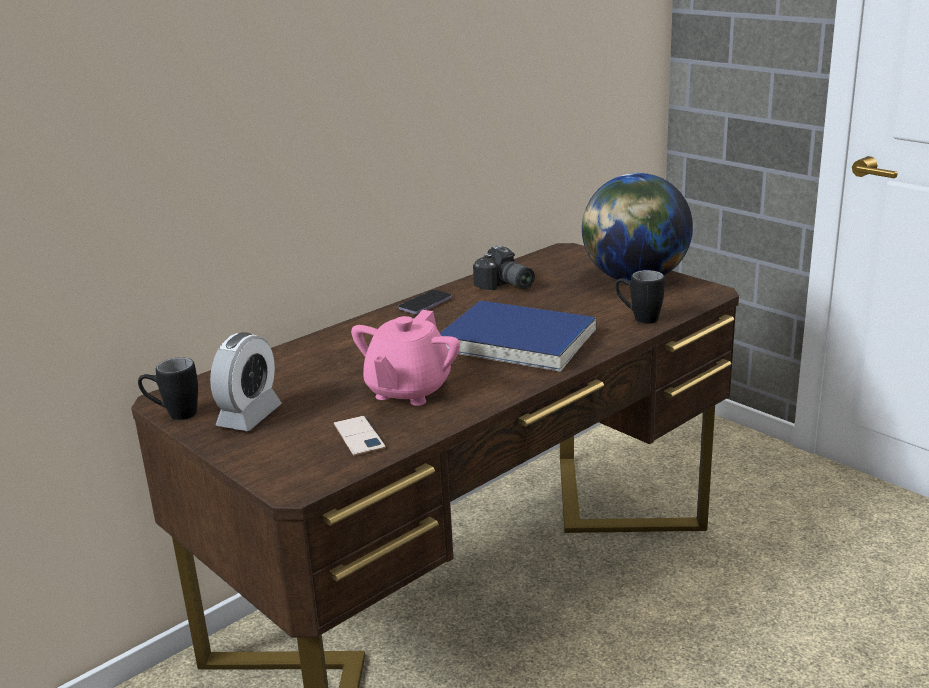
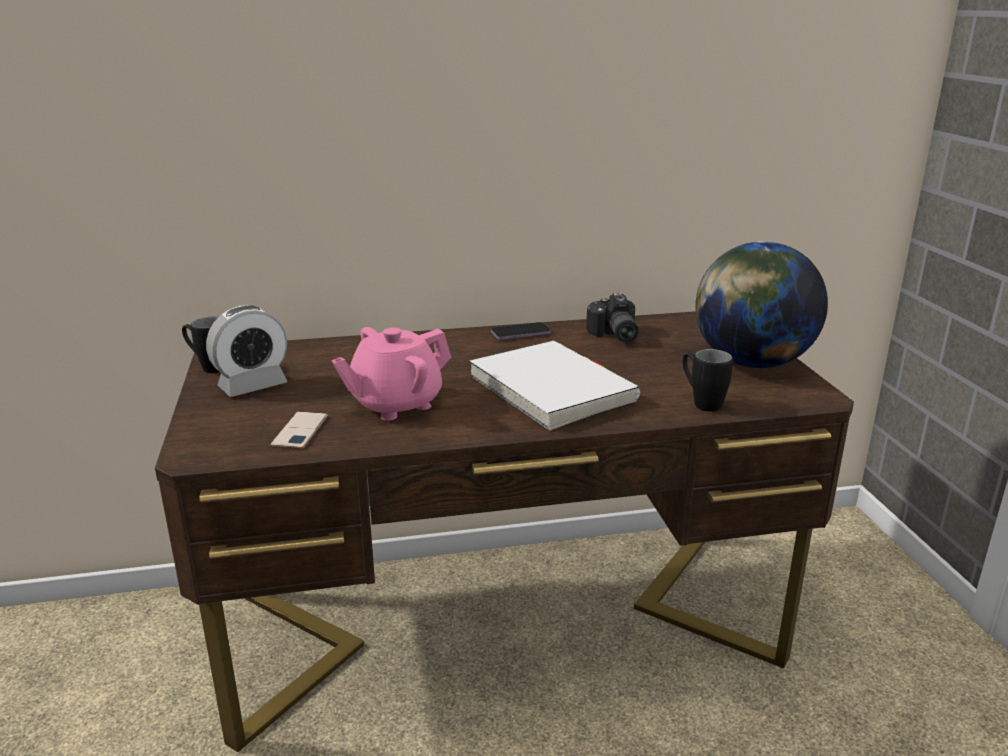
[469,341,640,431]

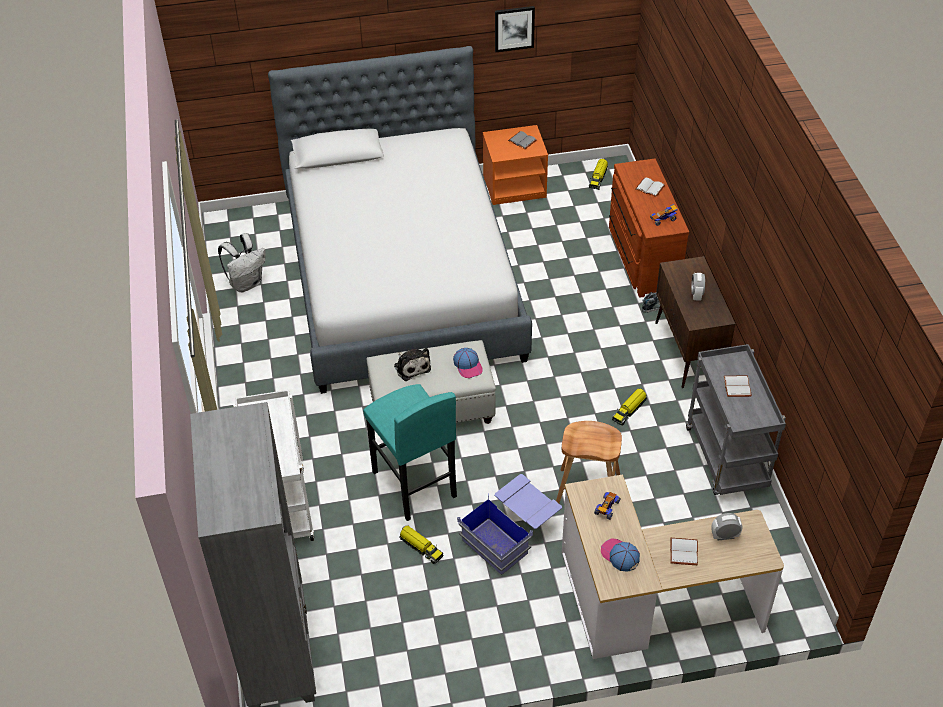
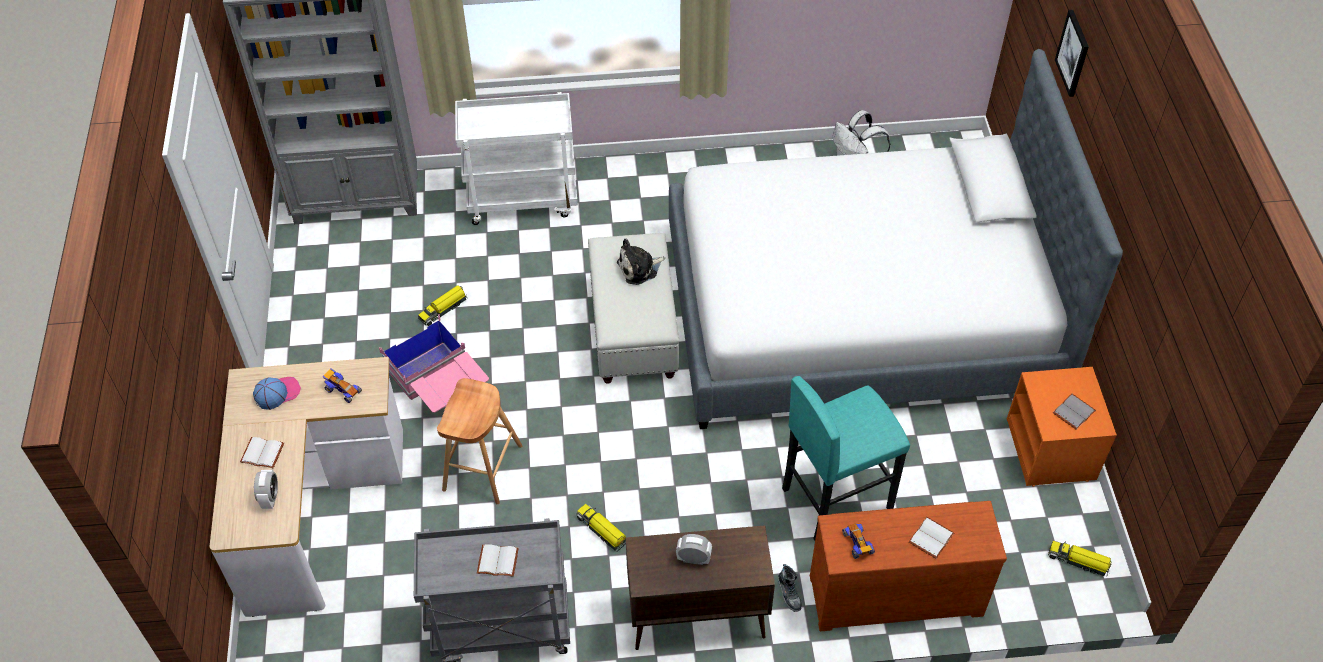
[379,314,489,413]
[782,376,910,541]
[1055,10,1089,97]
[453,348,483,378] (first image)

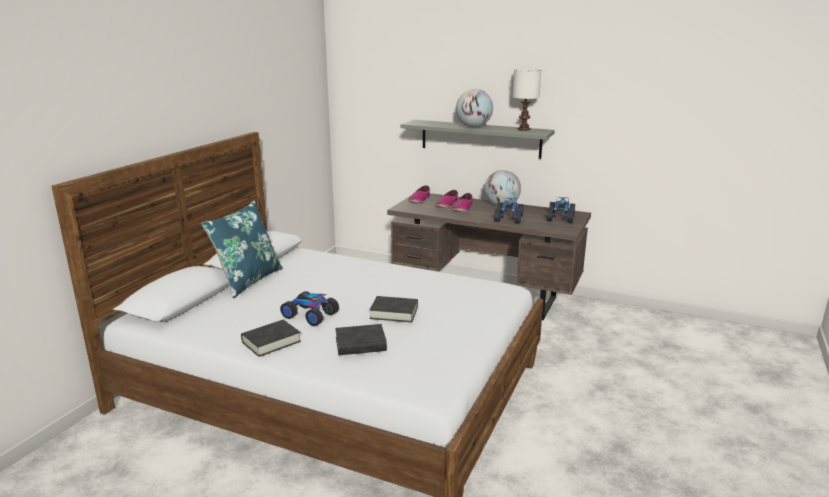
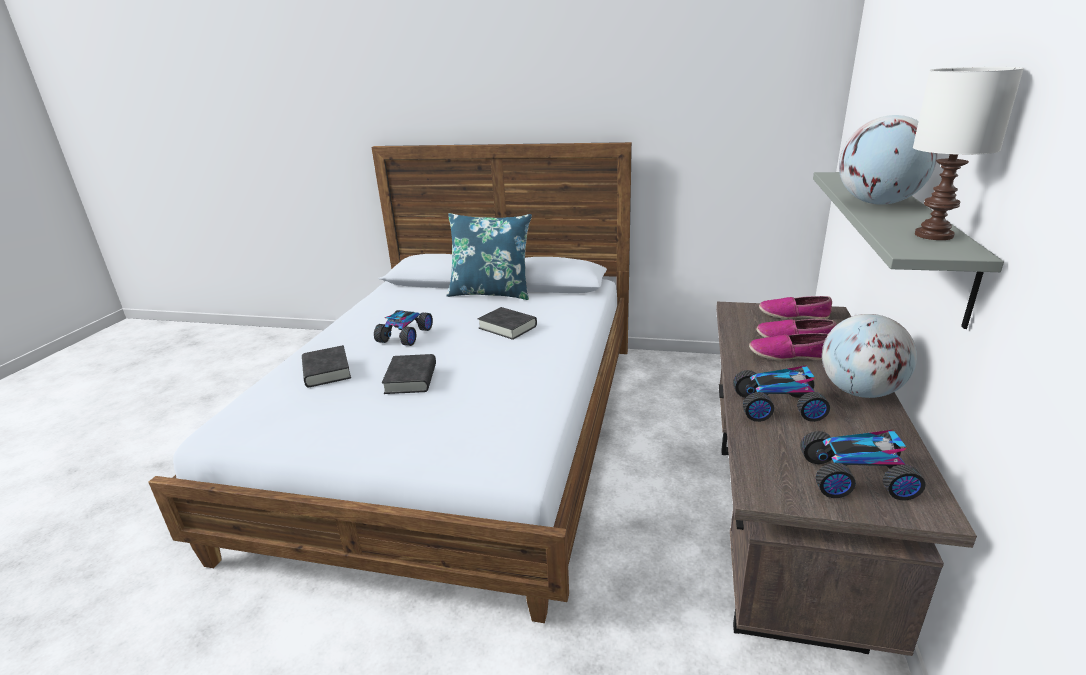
[478,307,537,340]

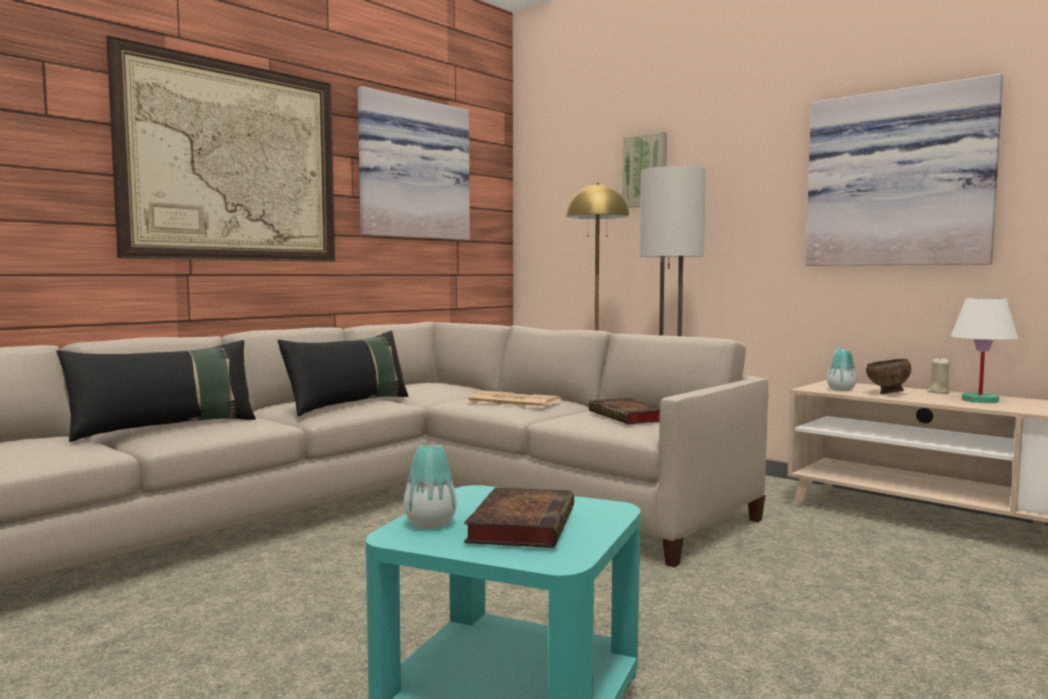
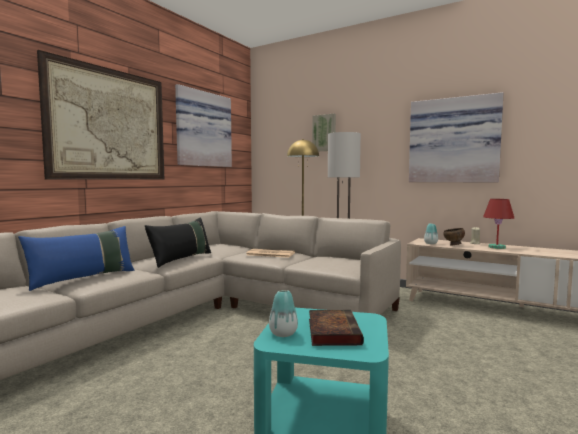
[18,226,134,291]
[483,199,514,249]
[588,398,660,424] (first image)

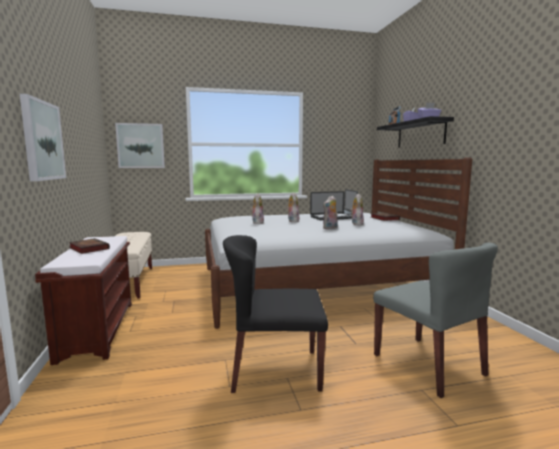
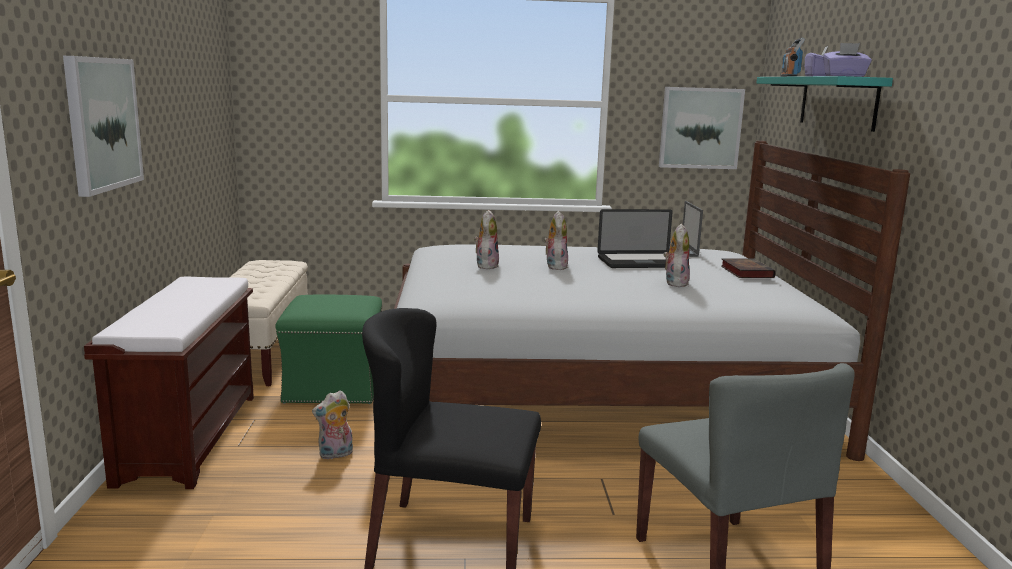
[275,295,382,404]
[312,390,353,459]
[659,87,745,169]
[756,76,893,132]
[69,238,110,254] (first image)

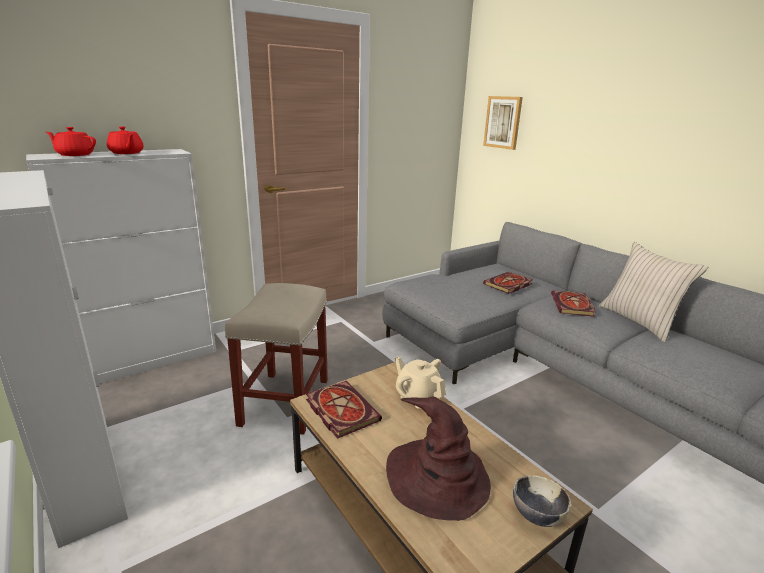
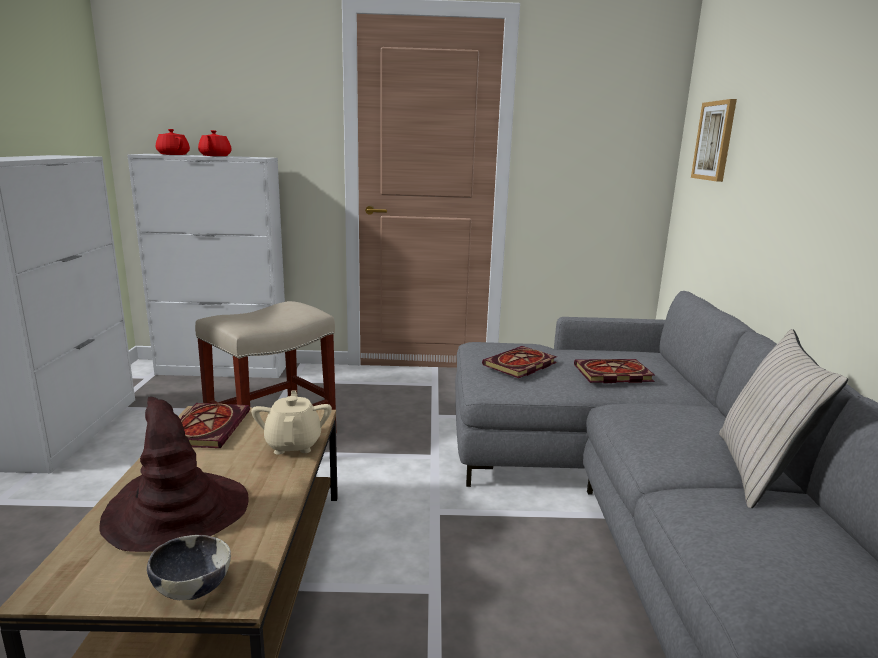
[482,346,557,378]

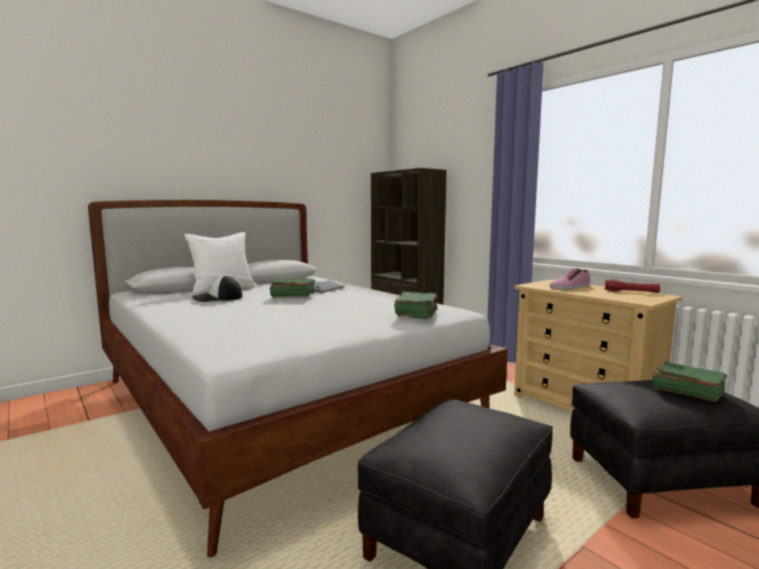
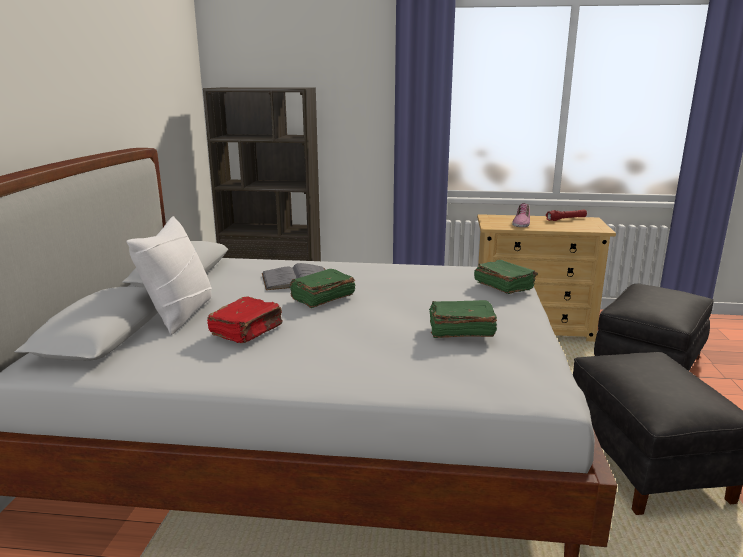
[207,297,283,343]
[429,300,497,338]

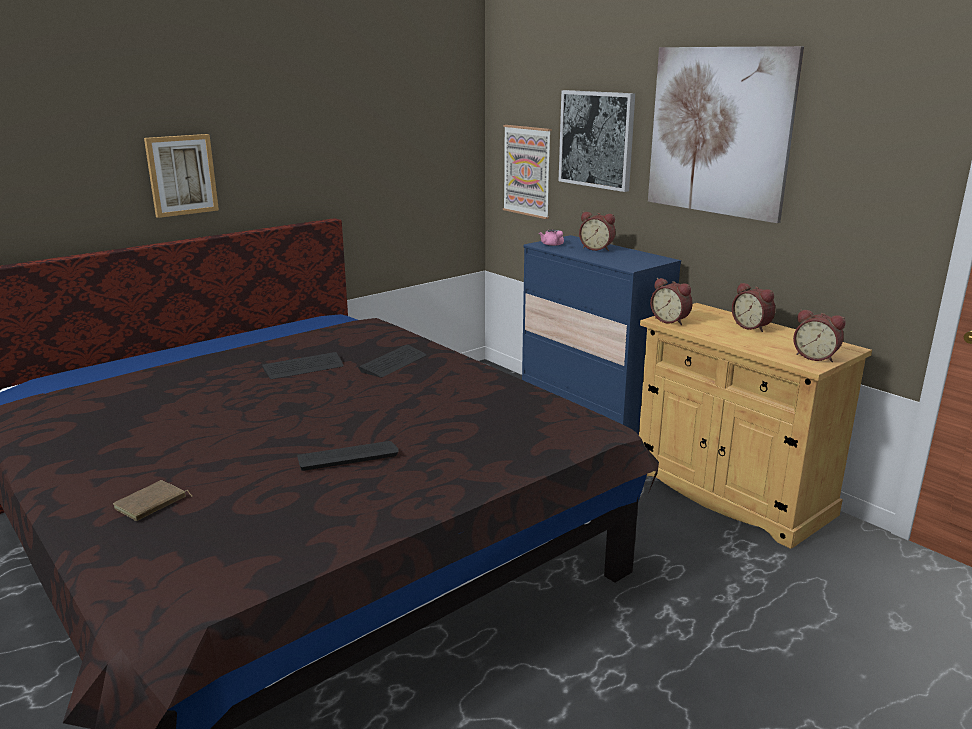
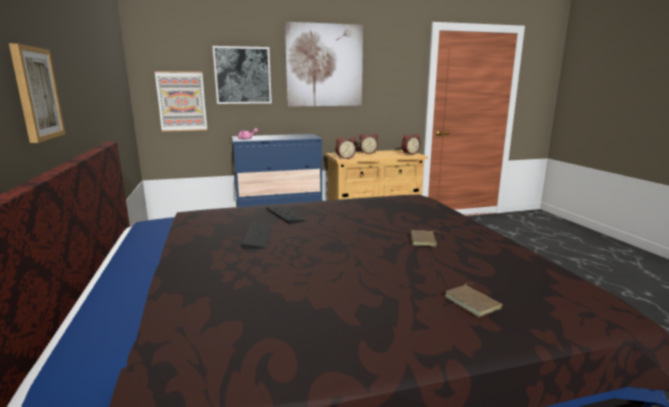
[411,230,438,247]
[579,212,616,251] (first image)

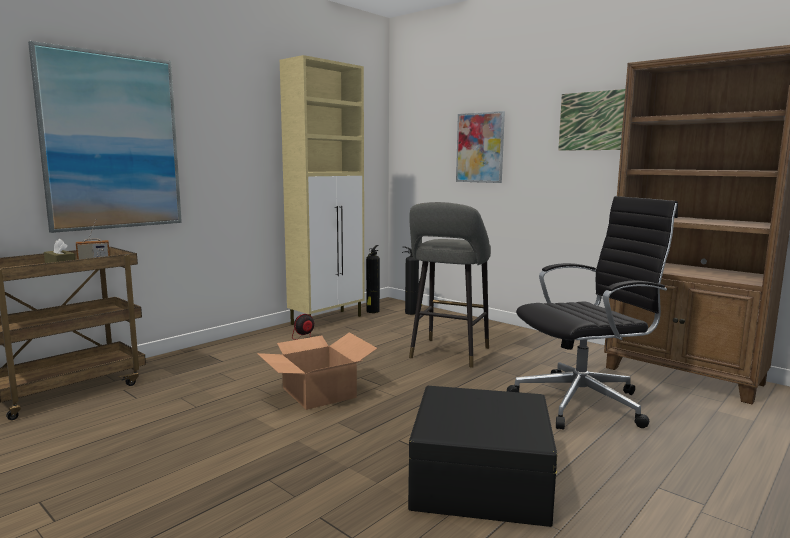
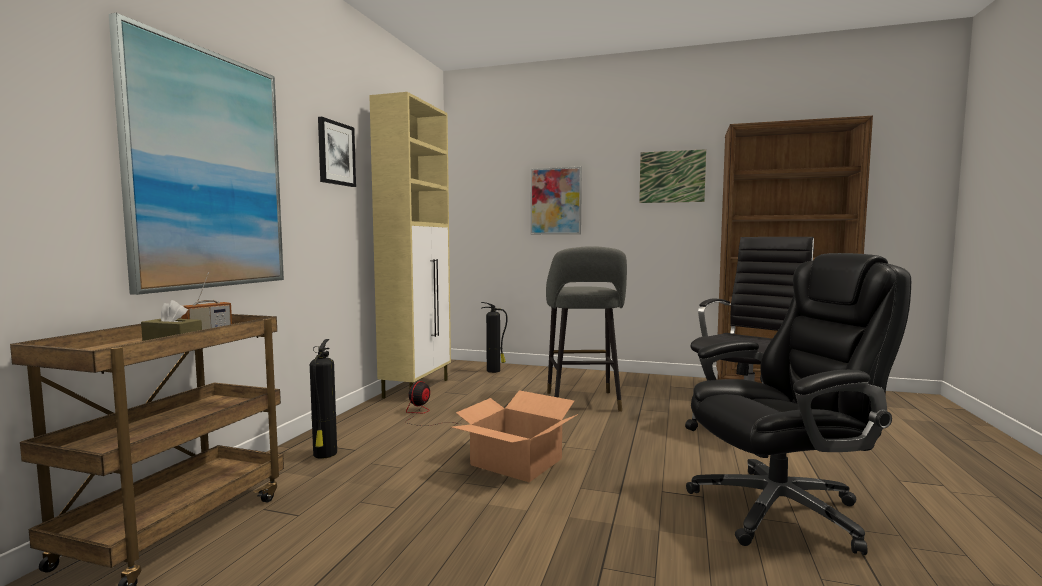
[310,339,337,459]
[318,117,356,187]
[686,253,911,555]

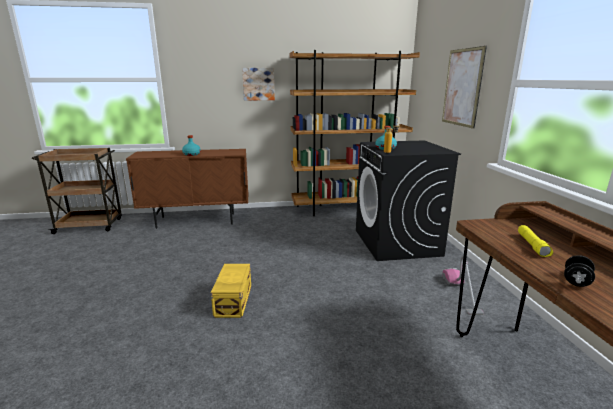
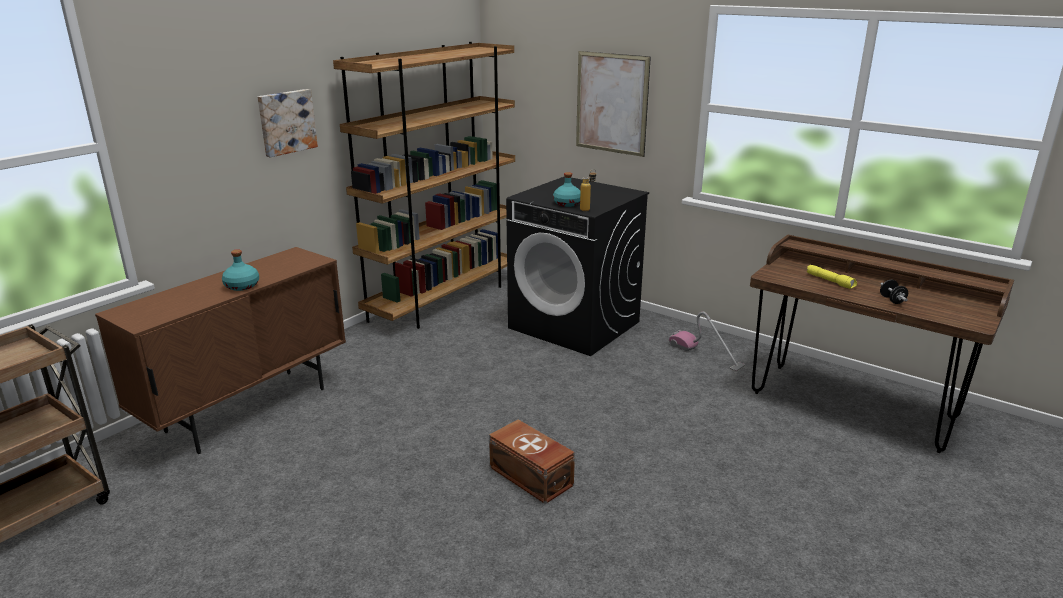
[489,420,575,504]

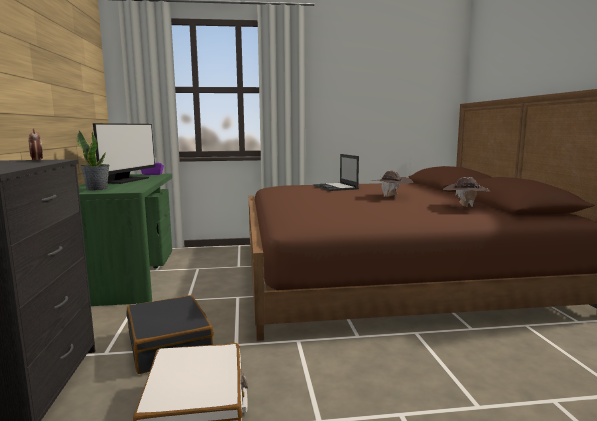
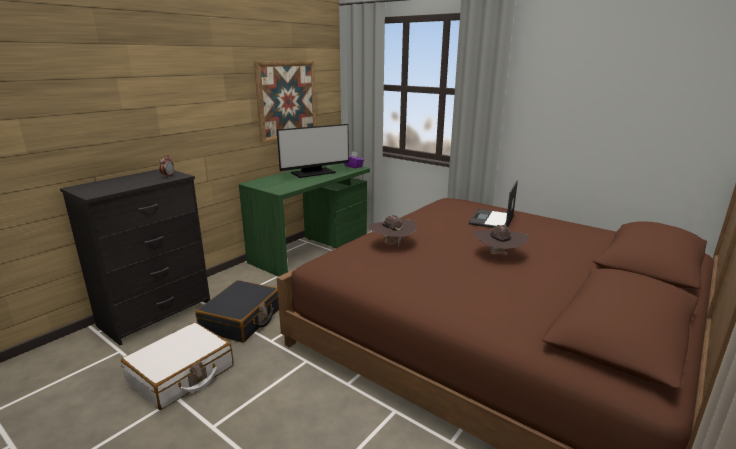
[254,61,317,143]
[368,215,417,246]
[77,130,110,191] (first image)

